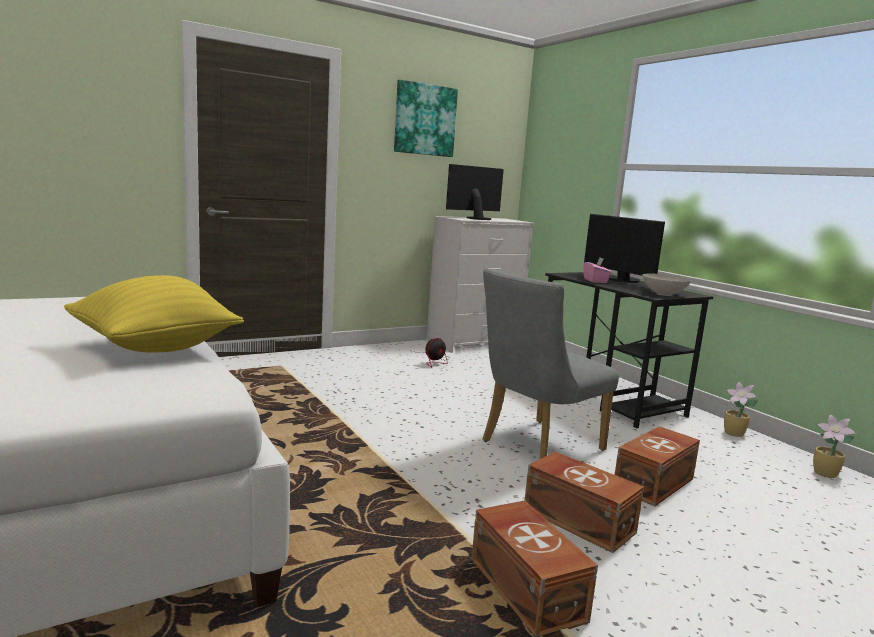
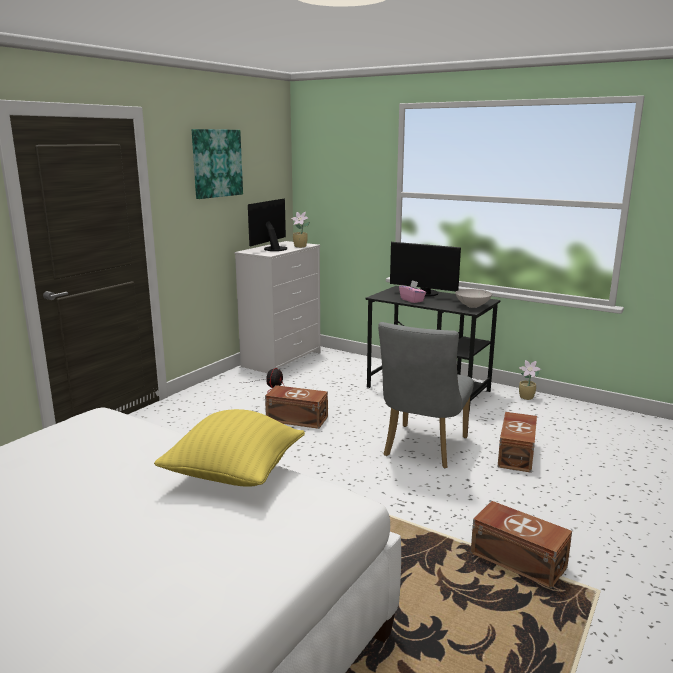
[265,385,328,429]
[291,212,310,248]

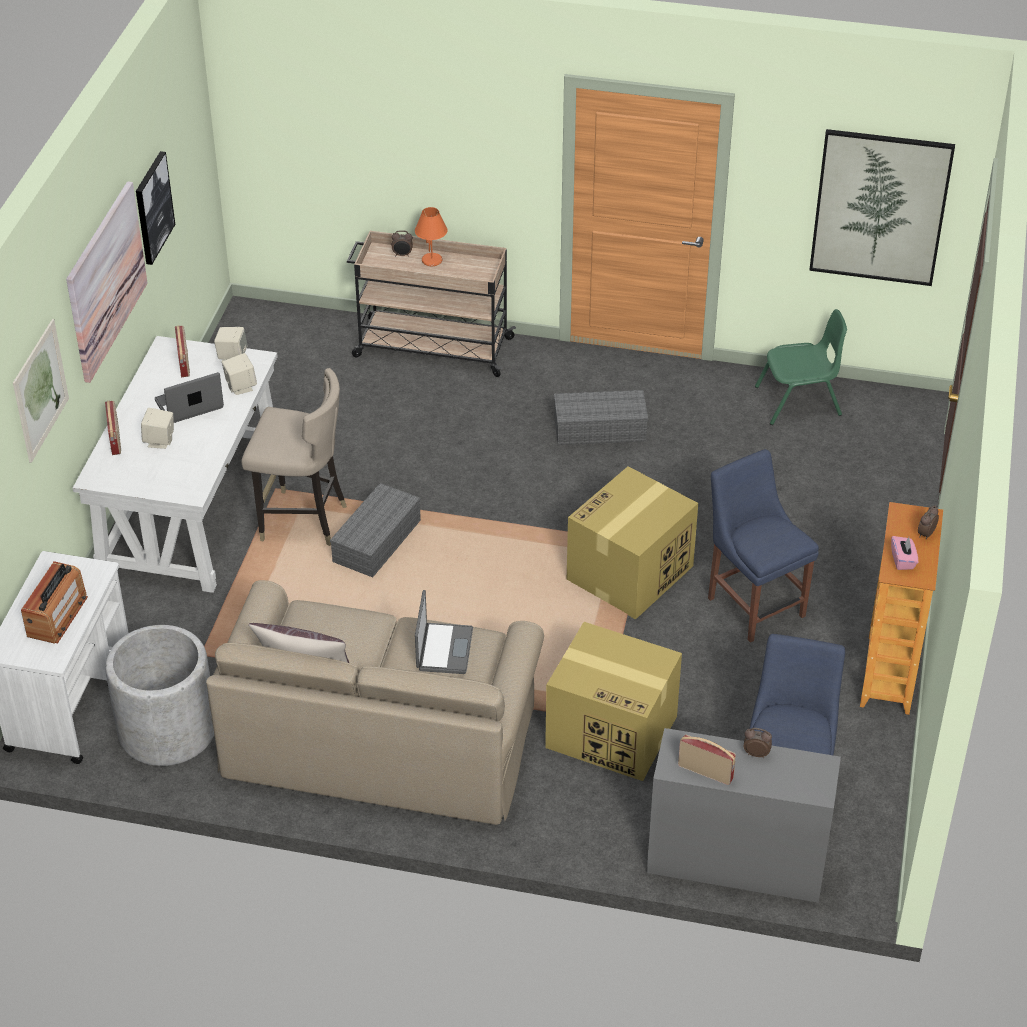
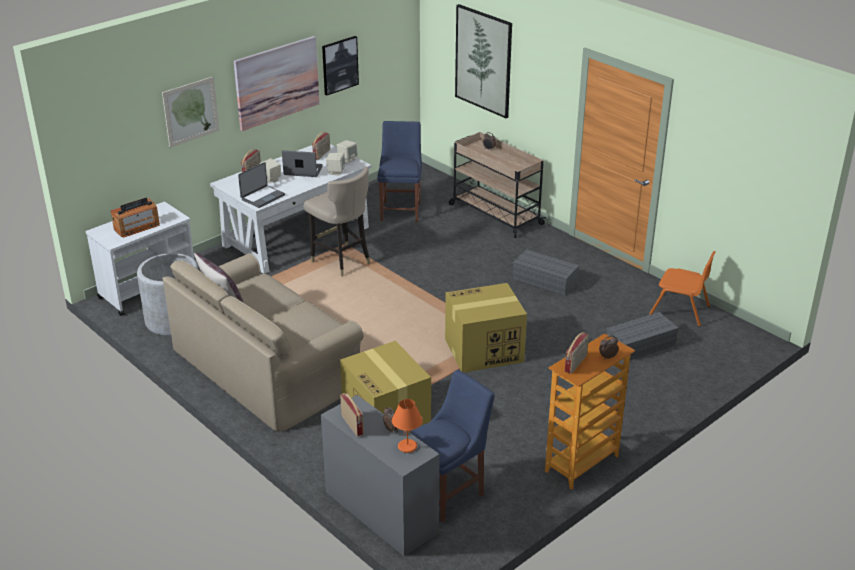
[238,162,285,208]
[377,121,422,222]
[392,399,423,453]
[455,4,512,118]
[565,332,589,374]
[606,312,679,362]
[649,251,716,327]

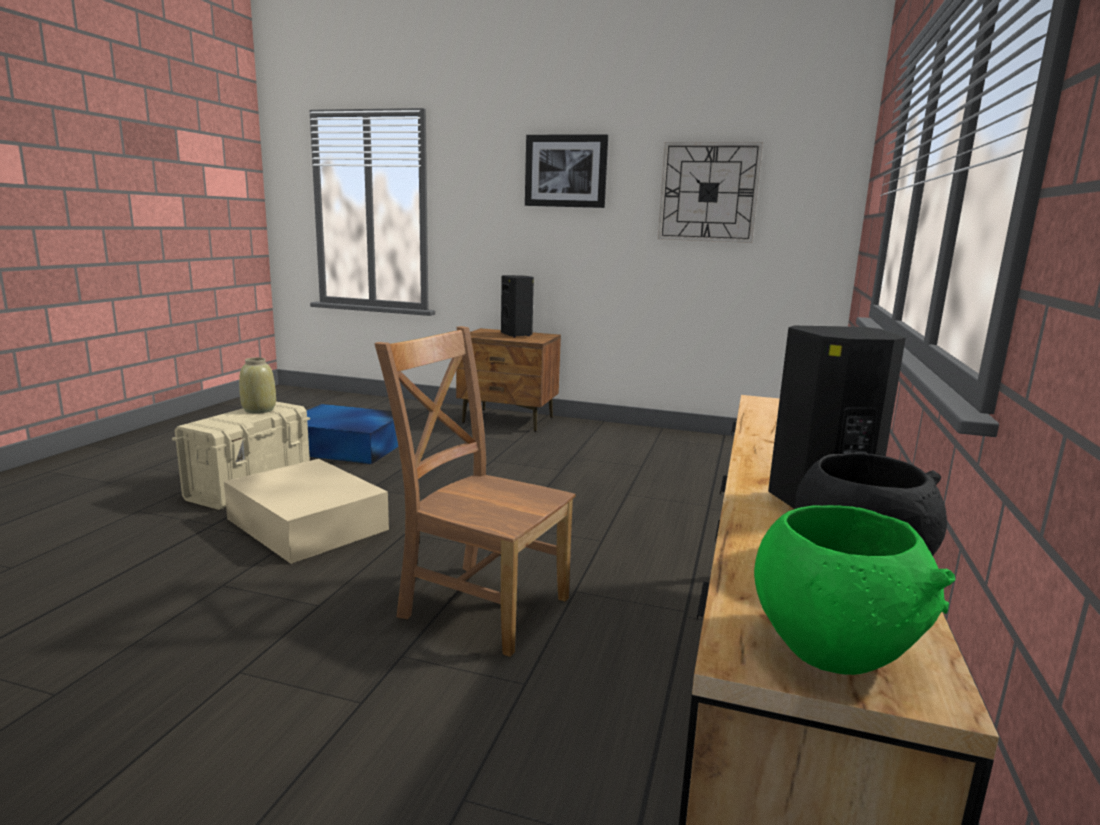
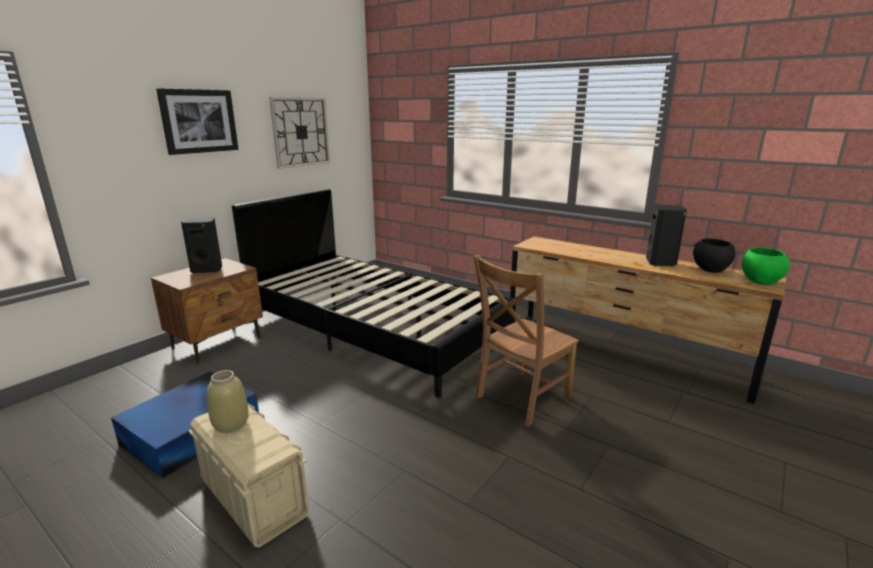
[232,189,516,397]
[224,459,389,564] (first image)

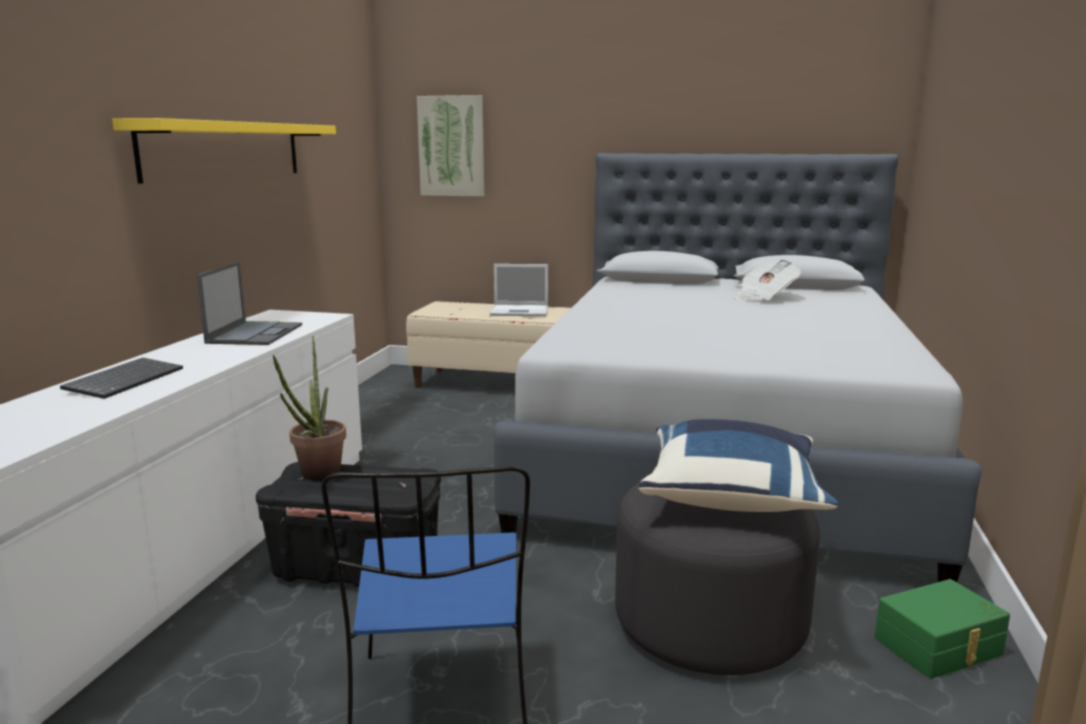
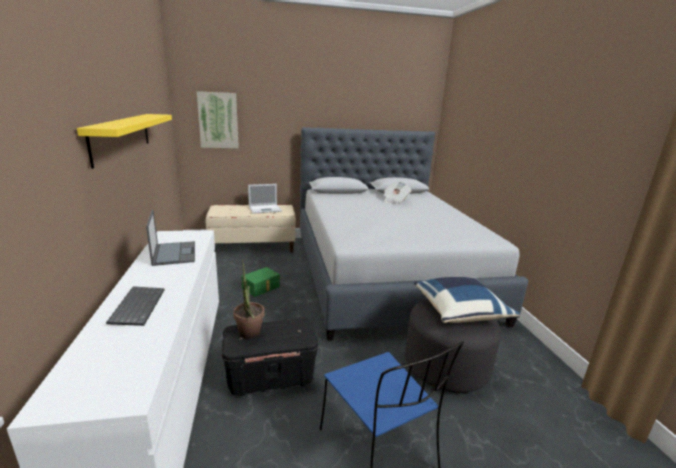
[241,267,280,297]

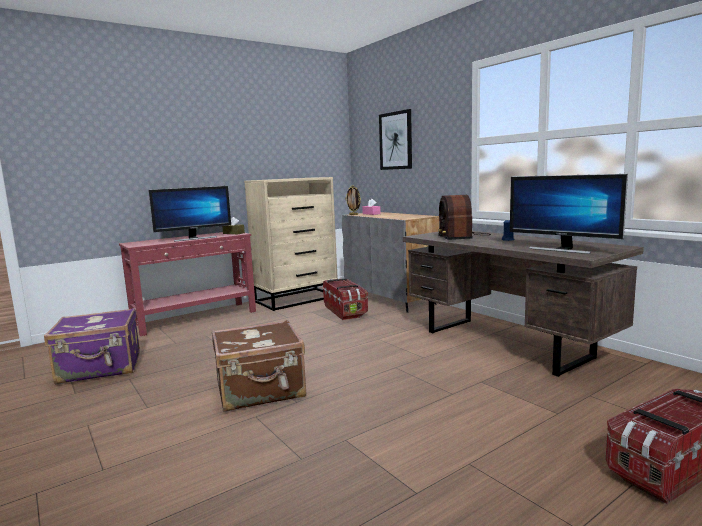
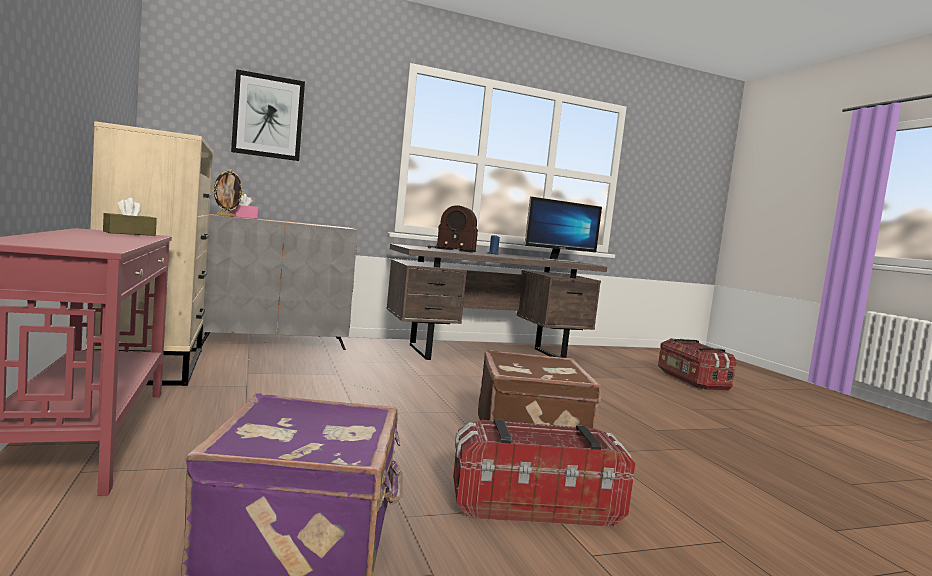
[453,419,635,527]
[148,186,231,241] (first image)

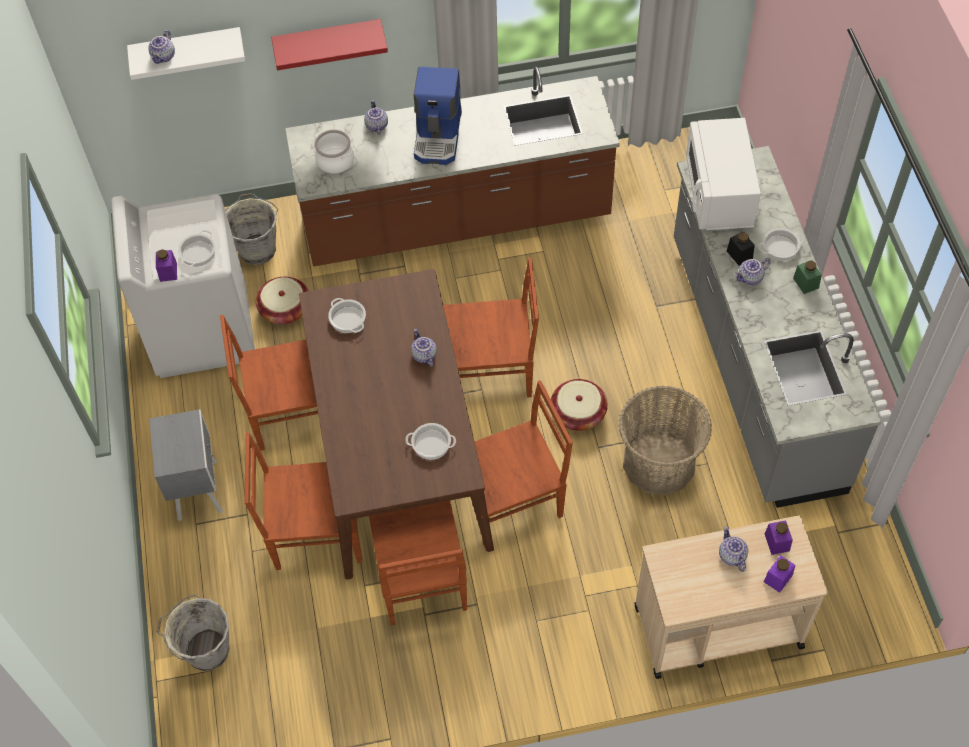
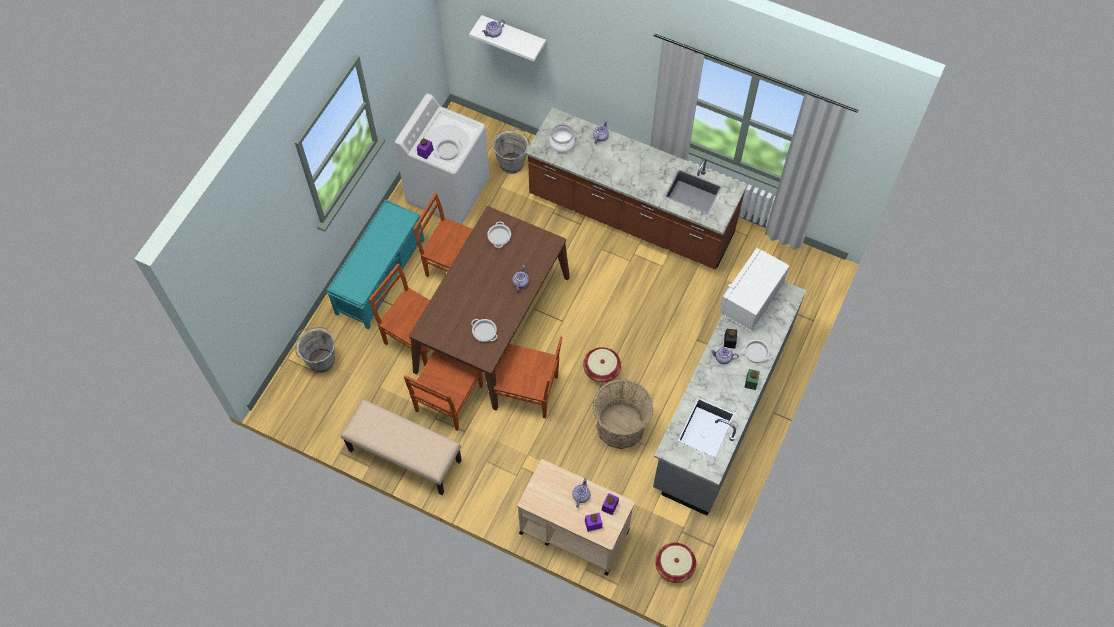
[326,199,424,329]
[341,399,462,495]
[655,542,696,583]
[271,19,388,71] (first image)
[414,67,462,165] (first image)
[443,258,539,398] (first image)

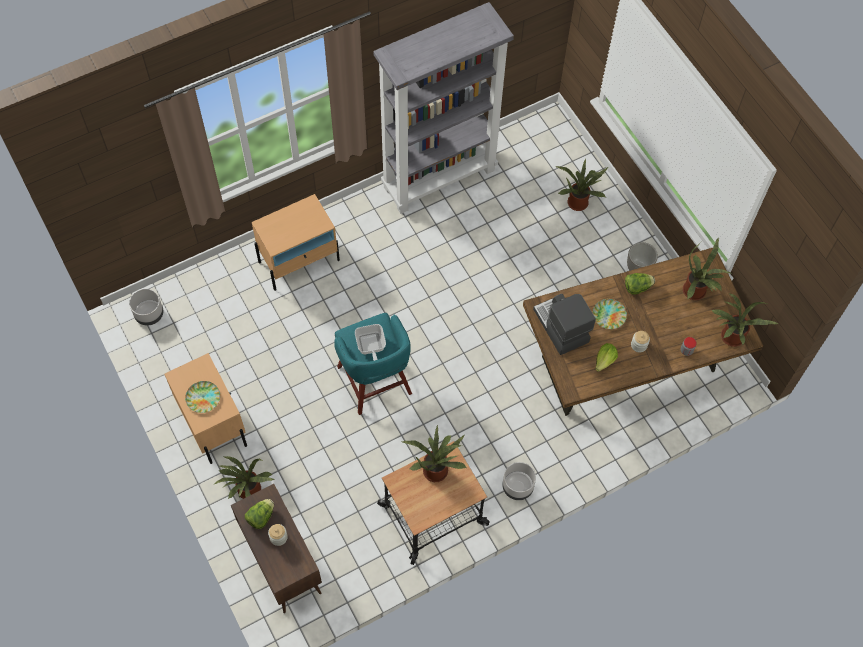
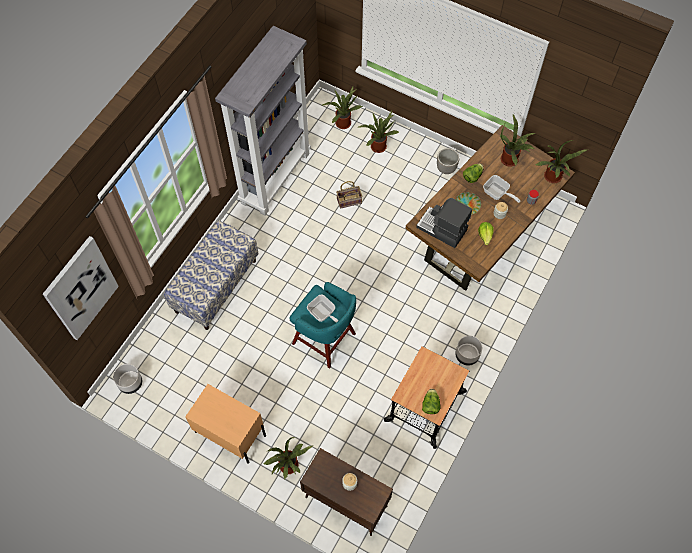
[43,236,119,340]
[164,220,258,330]
[323,87,362,129]
[336,181,363,209]
[422,389,441,414]
[483,175,520,203]
[185,381,220,413] (first image)

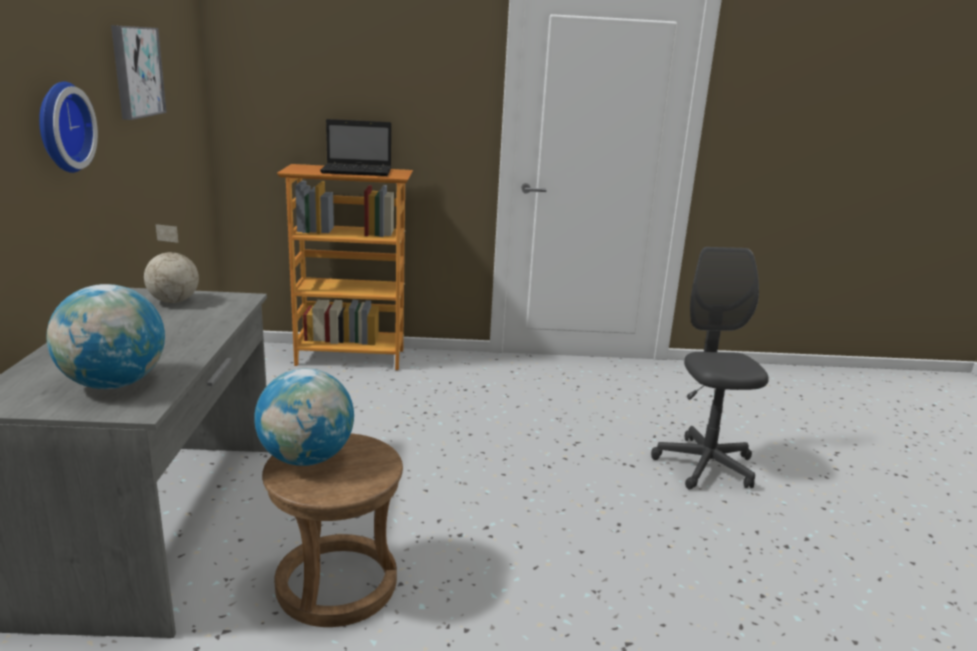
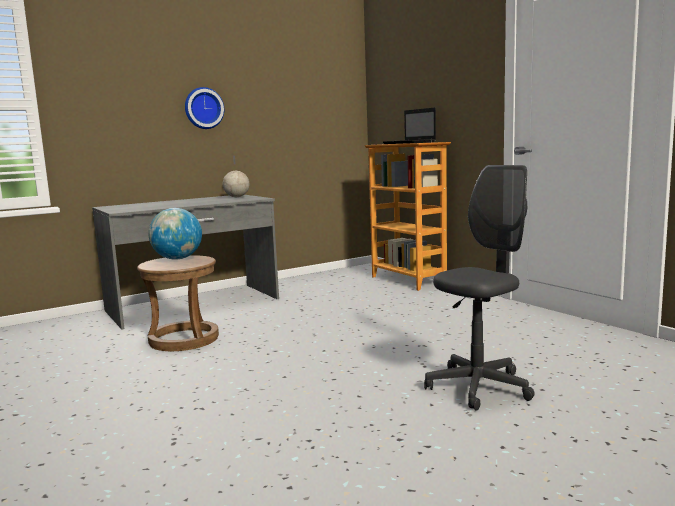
[46,284,165,389] (first image)
[111,25,167,120] (first image)

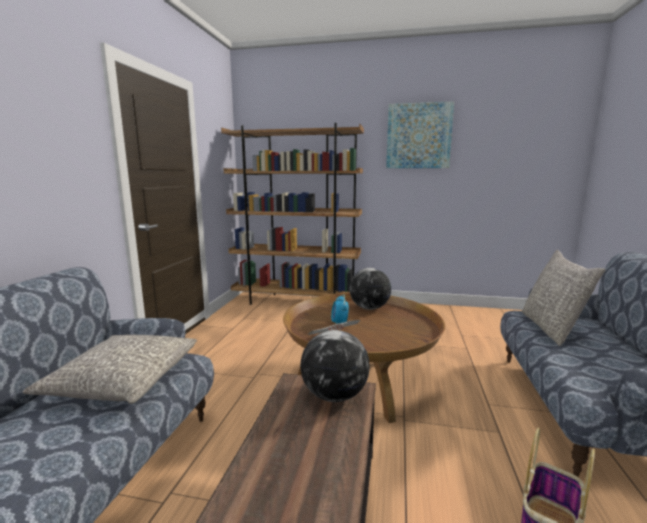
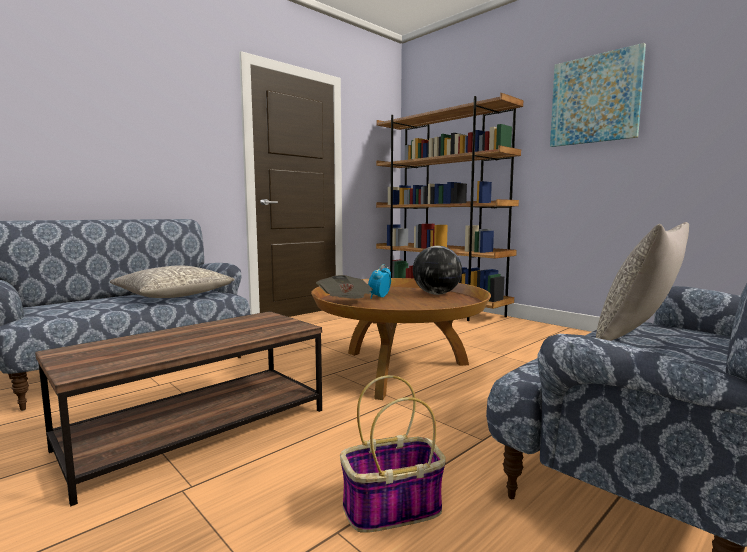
[300,330,370,402] (first image)

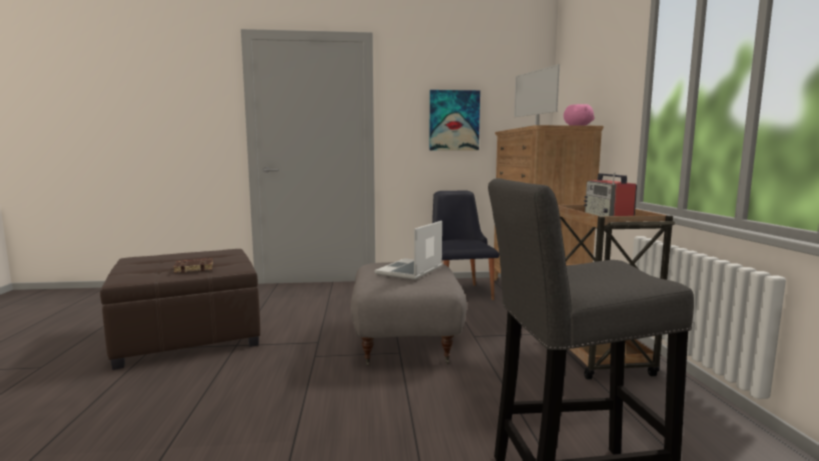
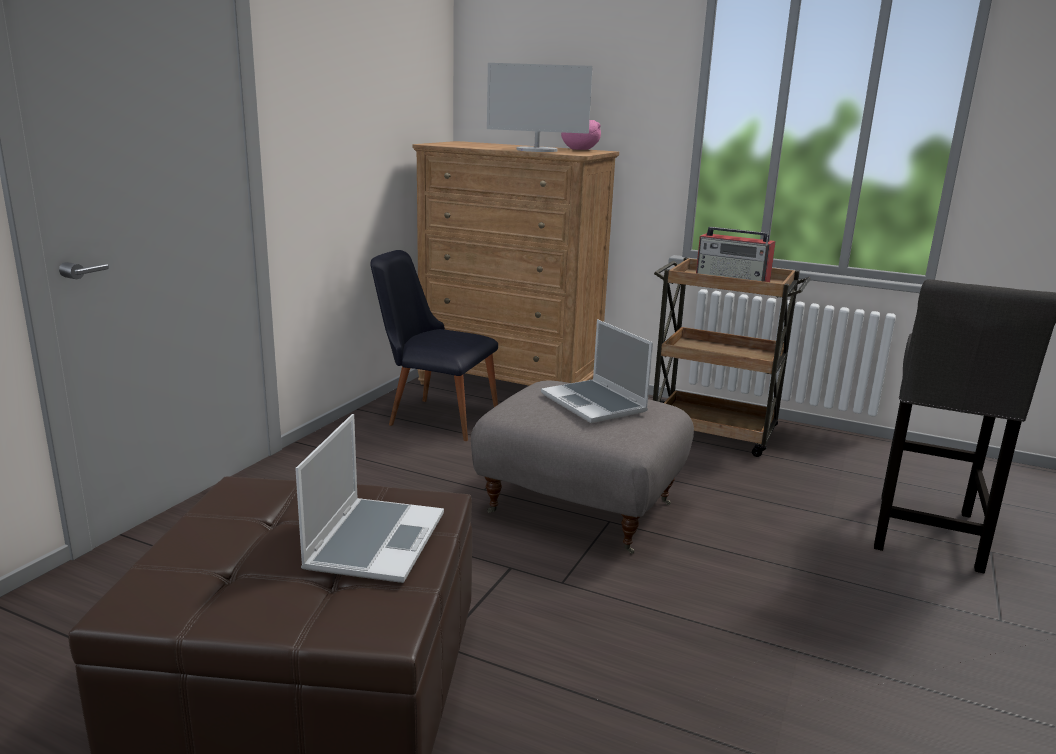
[295,414,444,583]
[429,90,480,151] (first image)

